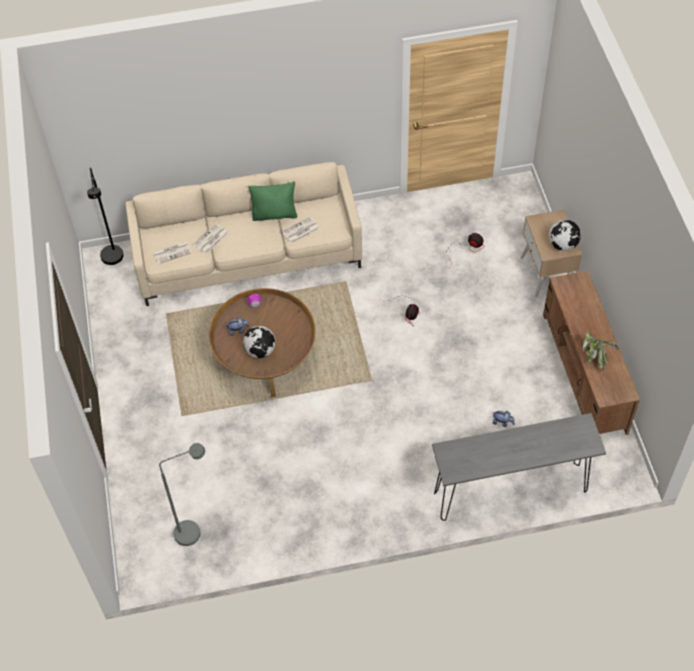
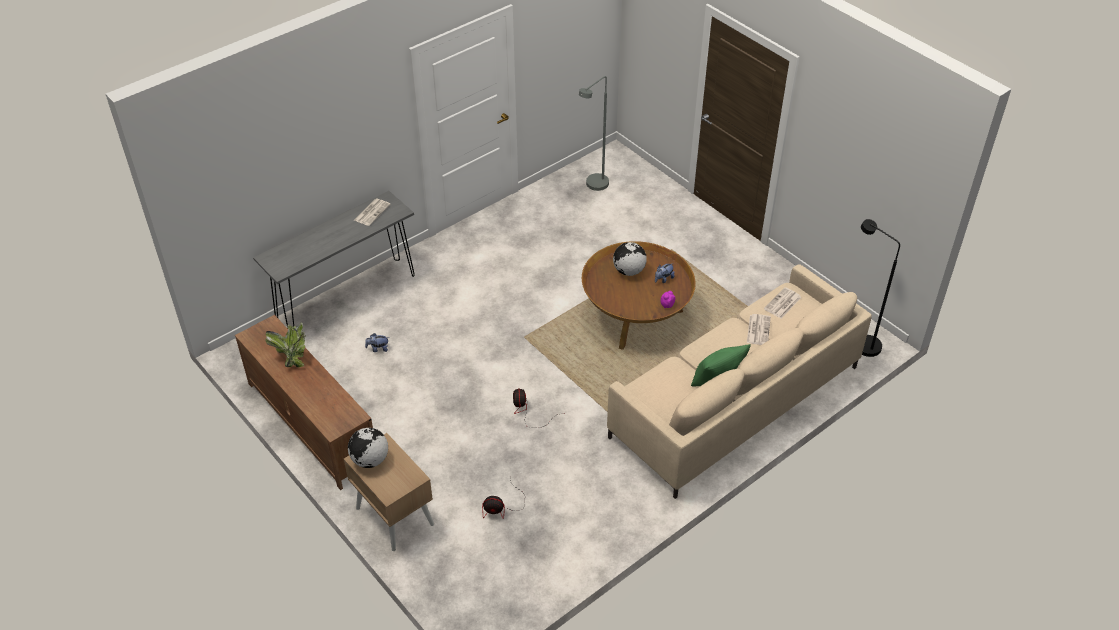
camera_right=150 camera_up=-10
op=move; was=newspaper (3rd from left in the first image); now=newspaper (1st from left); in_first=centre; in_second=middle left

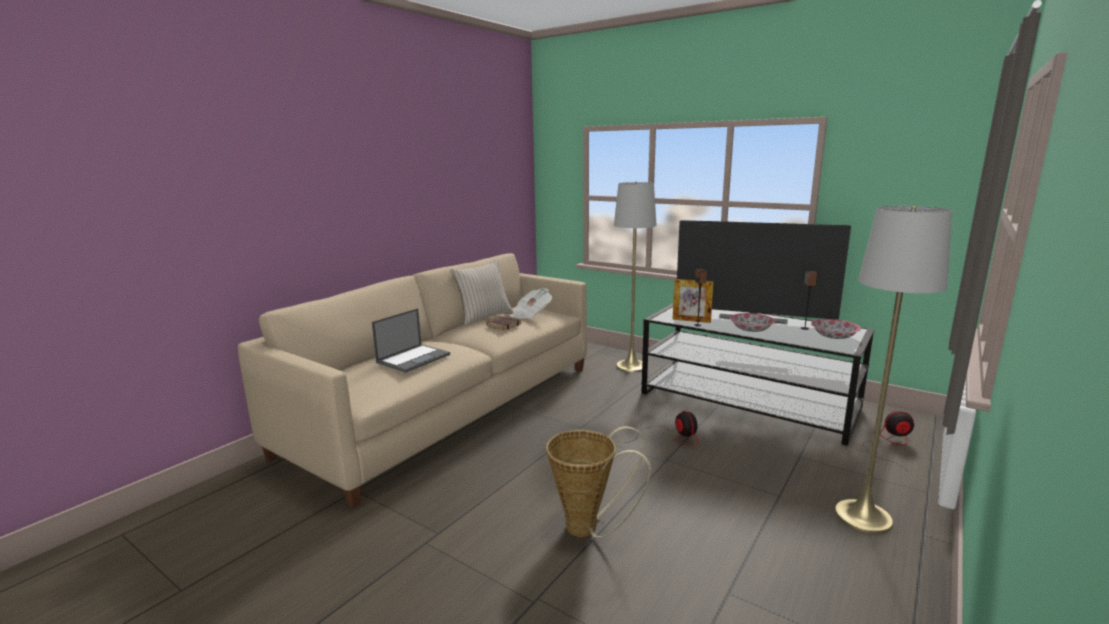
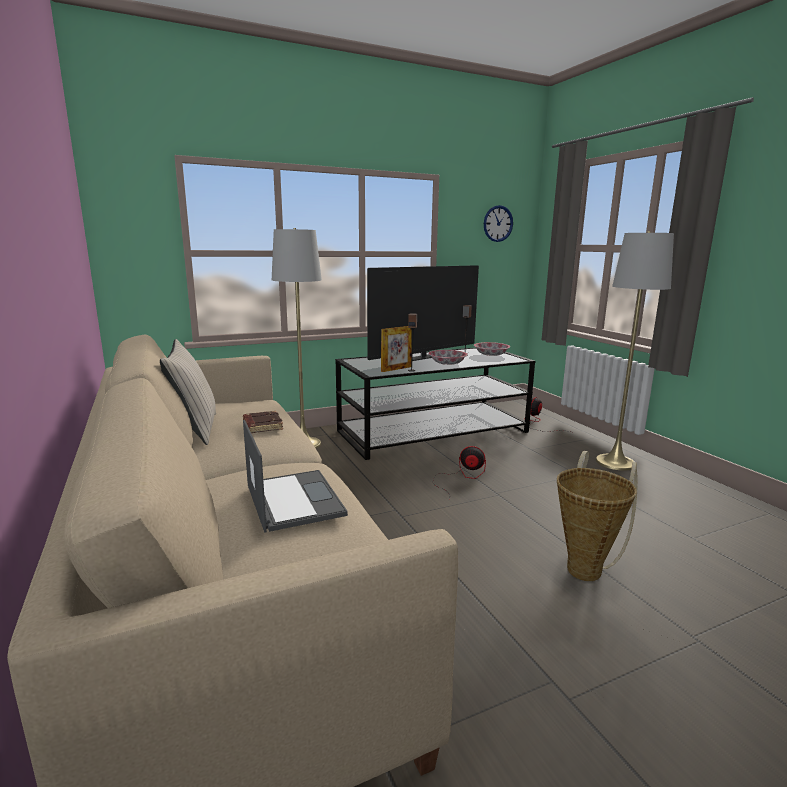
camera_right=-60 camera_up=0
op=delete; was=newspaper; in_first=centre
op=insert; now=wall clock; in_second=top centre

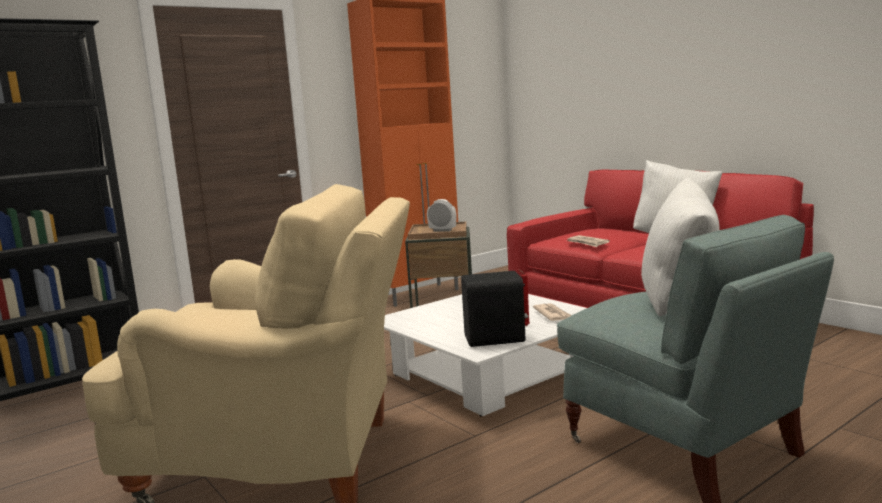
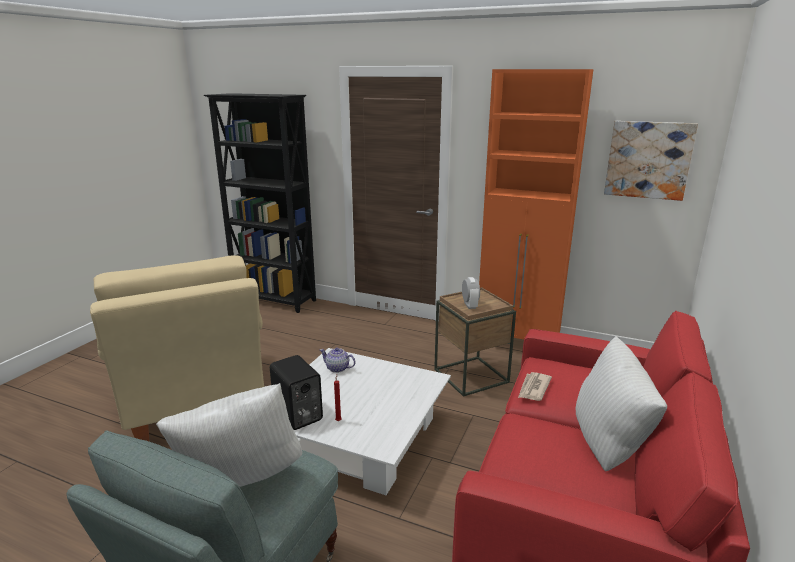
camera_right=60 camera_up=10
op=delete; was=newspaper (1st from left); in_first=centre
op=insert; now=teapot; in_second=centre
op=insert; now=picture; in_second=top right

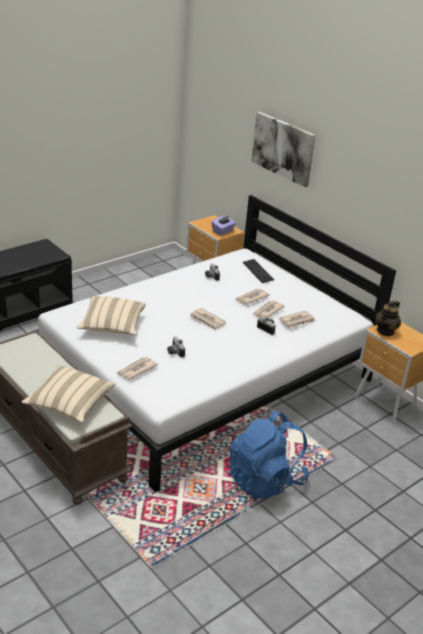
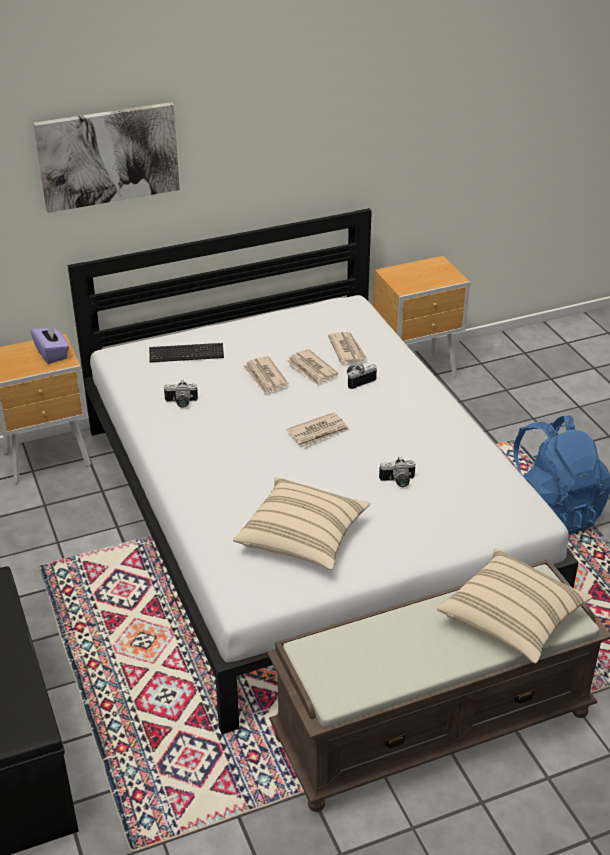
camera_right=-70 camera_up=5
op=delete; was=newspaper (1st from left); in_first=middle left
op=delete; was=teapot; in_first=middle right

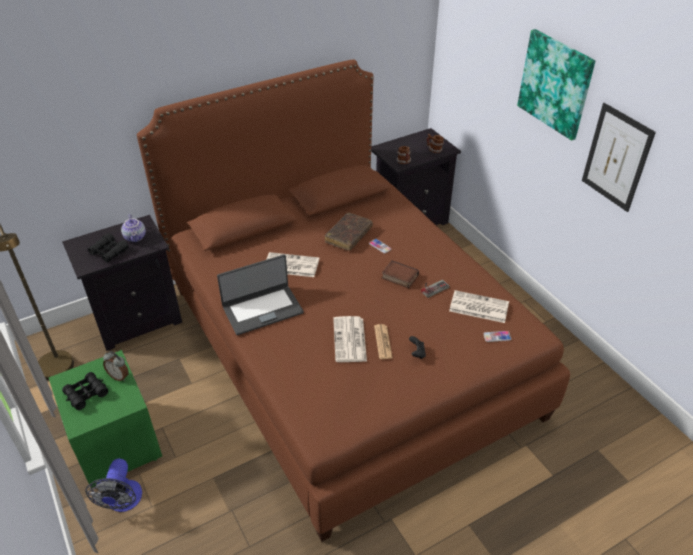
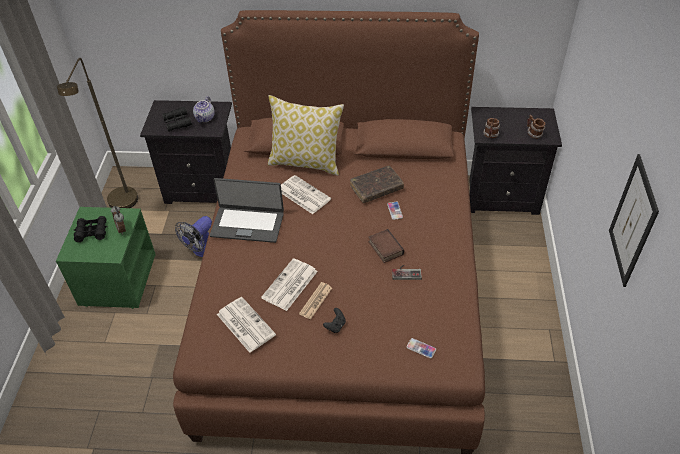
camera_right=35 camera_up=5
op=delete; was=picture (1st from left); in_first=top right
op=insert; now=pillow; in_second=top centre
op=move; was=fan; in_first=bottom left; in_second=middle left
op=move; was=newspaper (4th from left in the first image); now=newspaper (1st from left); in_first=middle right; in_second=bottom centre

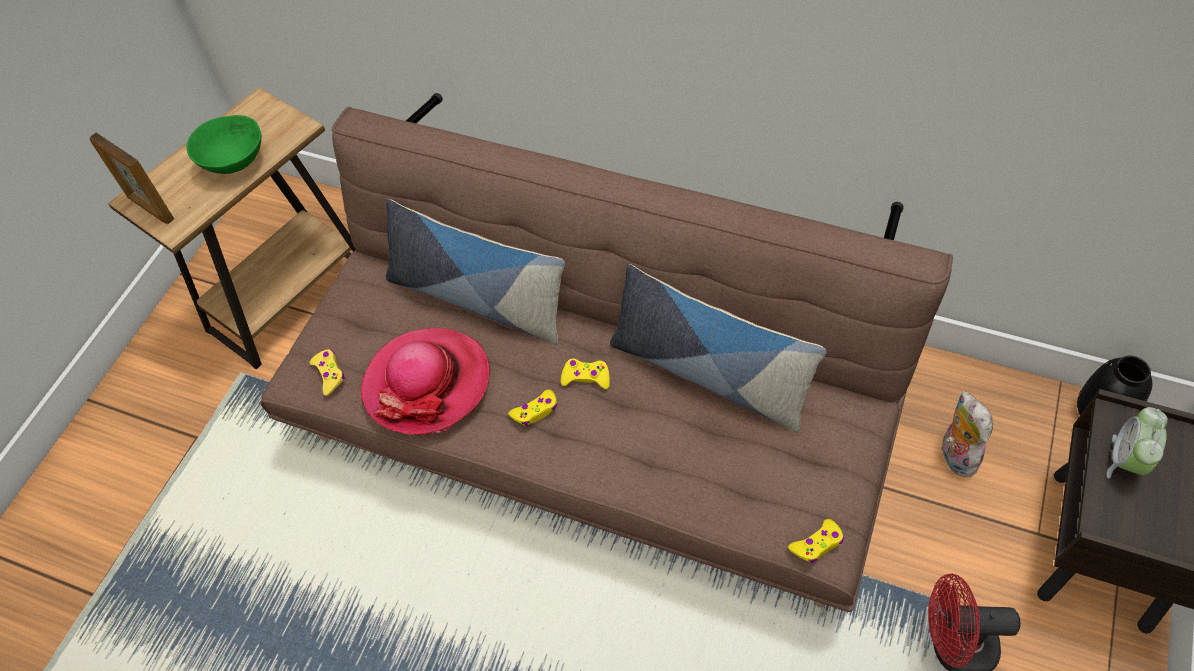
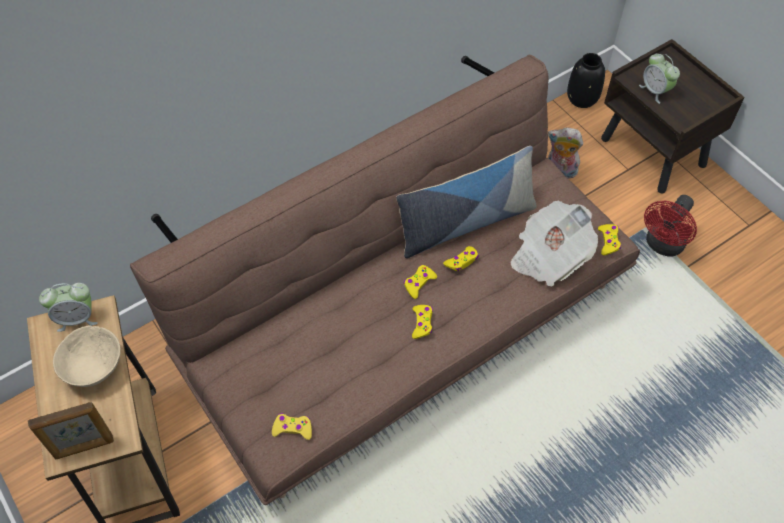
camera_right=-60 camera_up=0
op=delete; was=hat; in_first=centre
op=delete; was=pillow (1st from left); in_first=centre
op=insert; now=alarm clock (1st from left); in_second=middle left
op=insert; now=yellow game controller (4th from left); in_second=centre
op=insert; now=newspaper; in_second=middle right
op=recolor; was=green bowl; now=beige bowl; in_first=top left; in_second=bottom left

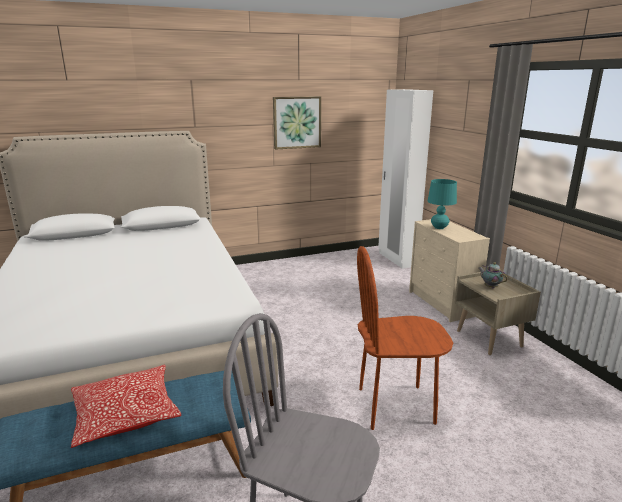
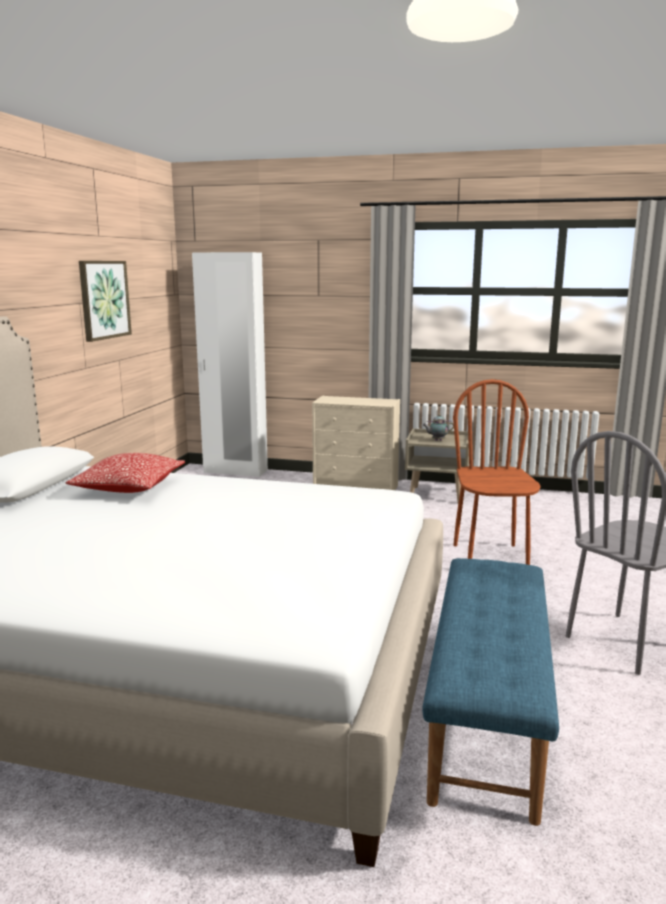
camera_right=-55 camera_up=-5
op=delete; was=turquoise table lamp; in_first=middle right
op=move; was=pillow; in_first=bottom left; in_second=middle left
op=rotate; was=brown chair; in_first=bottom centre; in_second=middle right; clockwise=150

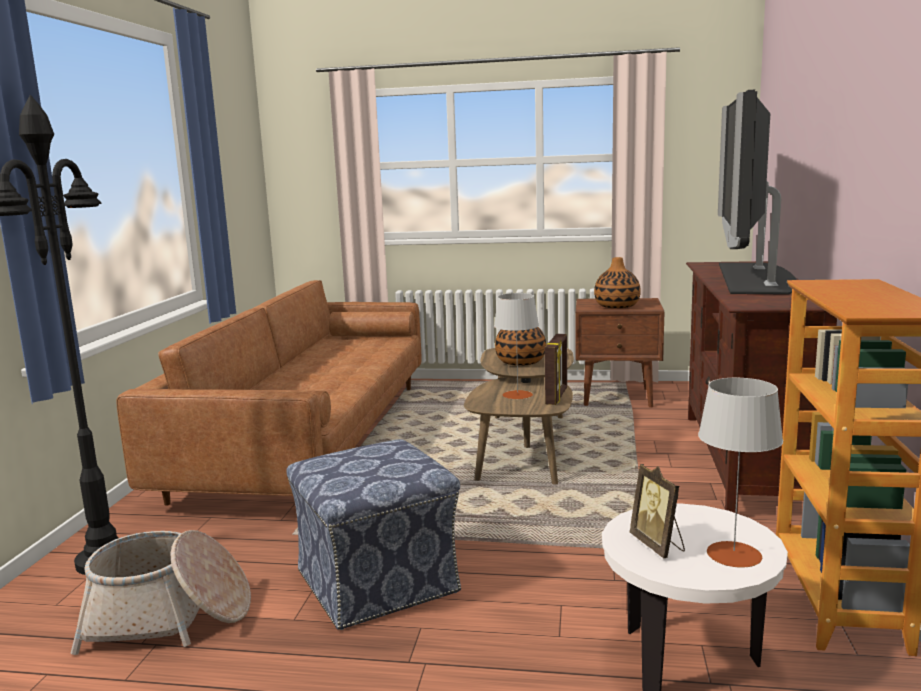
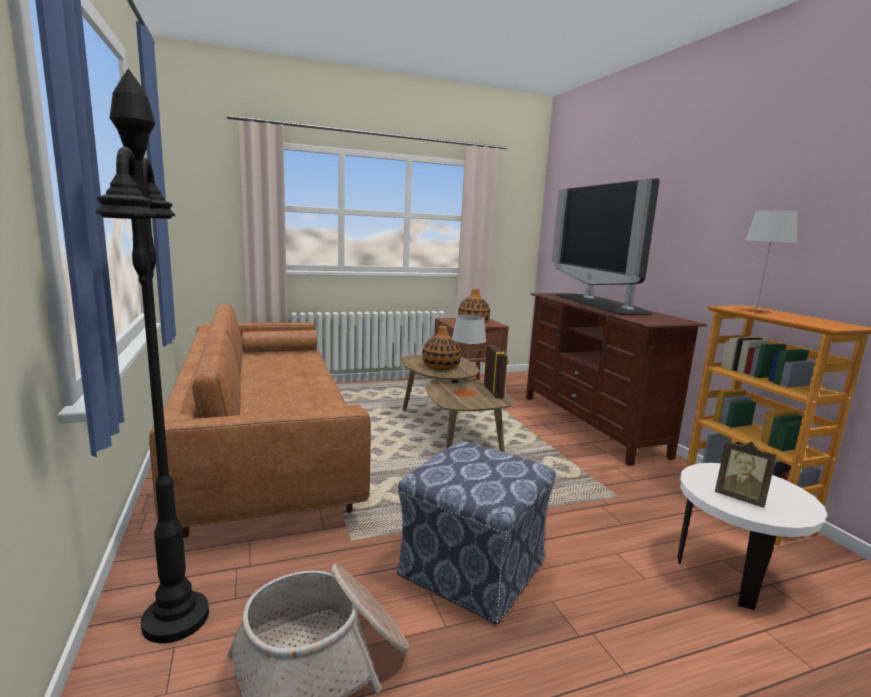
camera_right=-30 camera_up=0
op=move; was=grey table lamp (2nd from left); in_first=bottom right; in_second=middle right

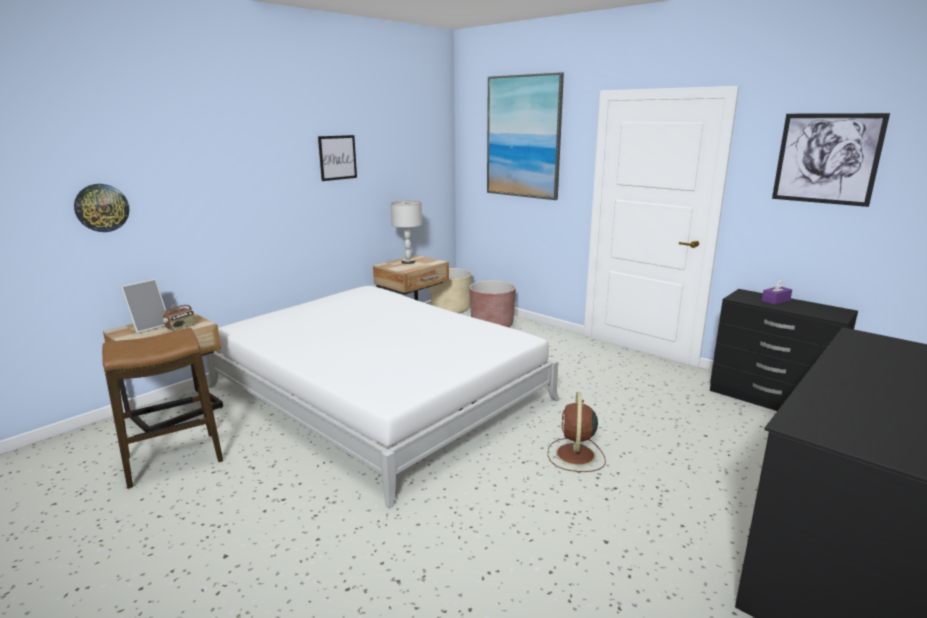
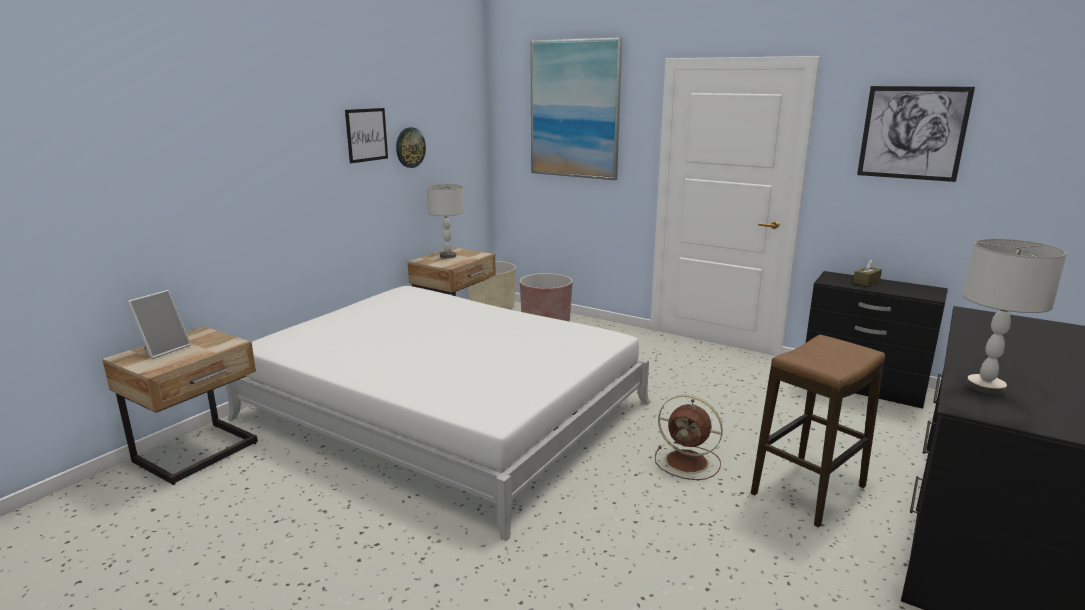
camera_right=-10 camera_up=0
op=delete; was=radio; in_first=middle left
op=insert; now=grey table lamp (2nd from left); in_second=middle right
op=move; was=wall clock; in_first=middle left; in_second=top centre
op=move; was=stool; in_first=middle left; in_second=bottom right
op=recolor; was=purple tissue box; now=brown tissue box; in_first=middle right; in_second=middle right
op=rotate; was=brown fan; in_first=bottom centre; in_second=bottom centre; clockwise=-60

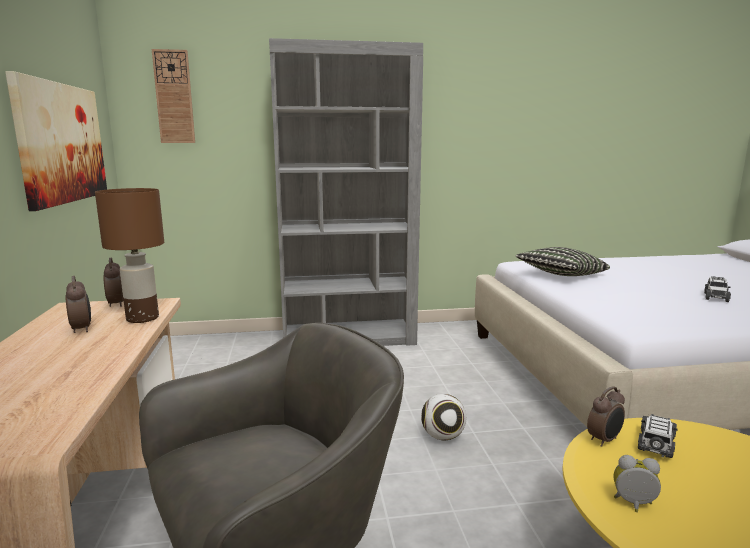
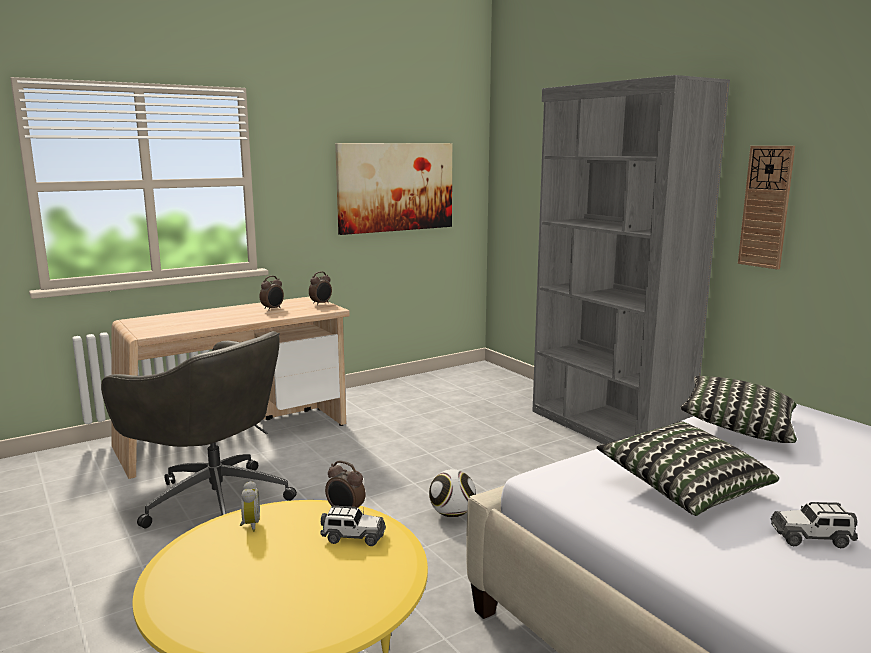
camera_right=65 camera_up=0
op=delete; was=brown table lamp; in_first=middle left
op=insert; now=pillow (1st from left); in_second=bottom right
op=move; was=wall clock; in_first=top left; in_second=top right

